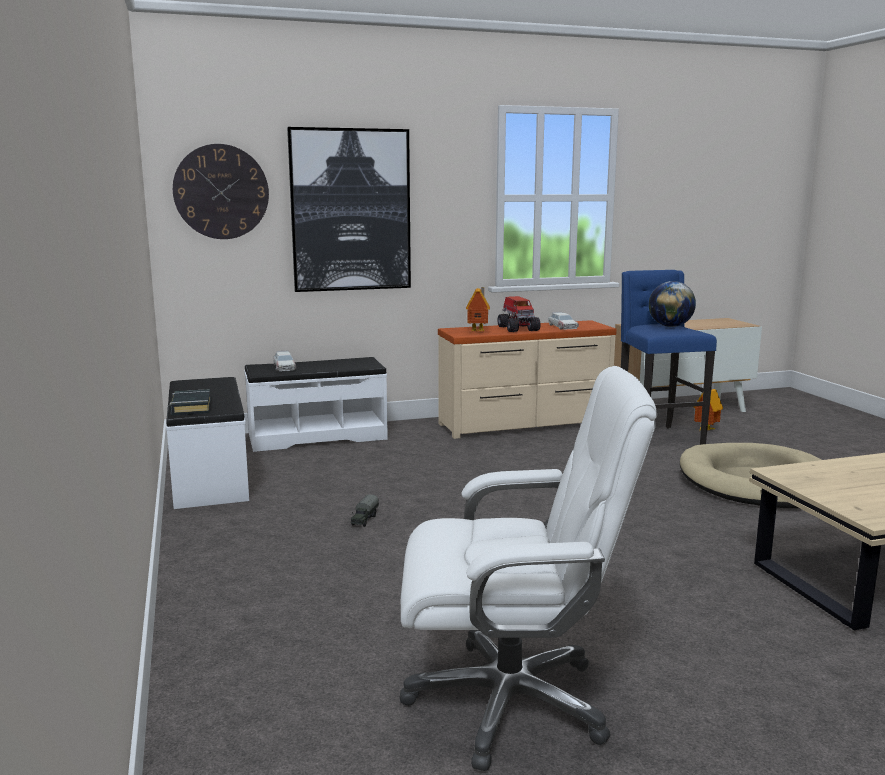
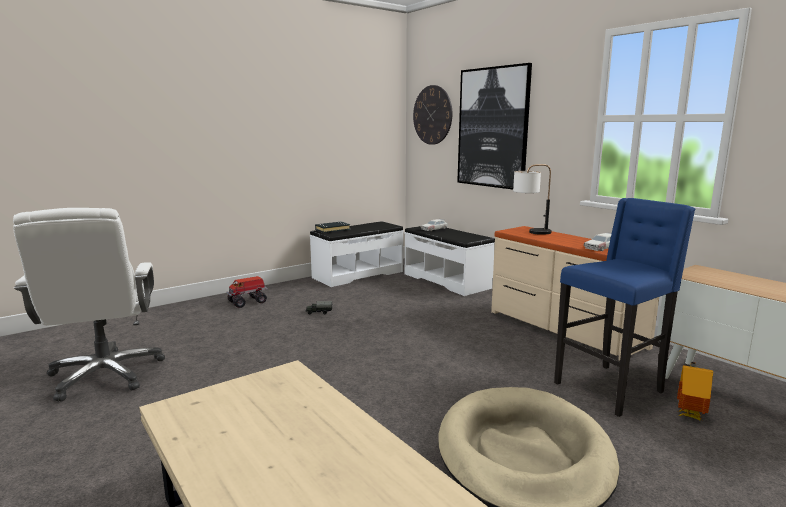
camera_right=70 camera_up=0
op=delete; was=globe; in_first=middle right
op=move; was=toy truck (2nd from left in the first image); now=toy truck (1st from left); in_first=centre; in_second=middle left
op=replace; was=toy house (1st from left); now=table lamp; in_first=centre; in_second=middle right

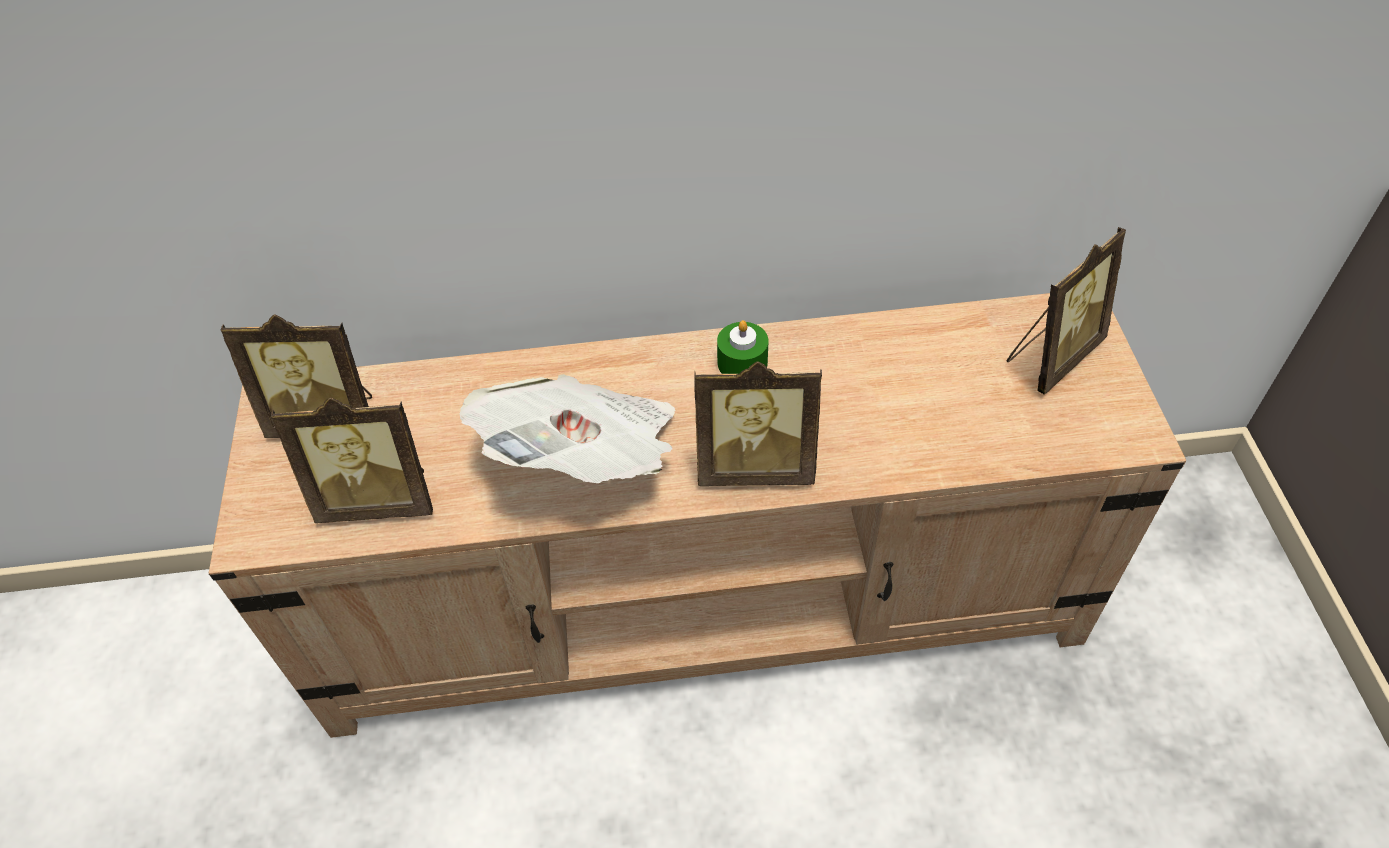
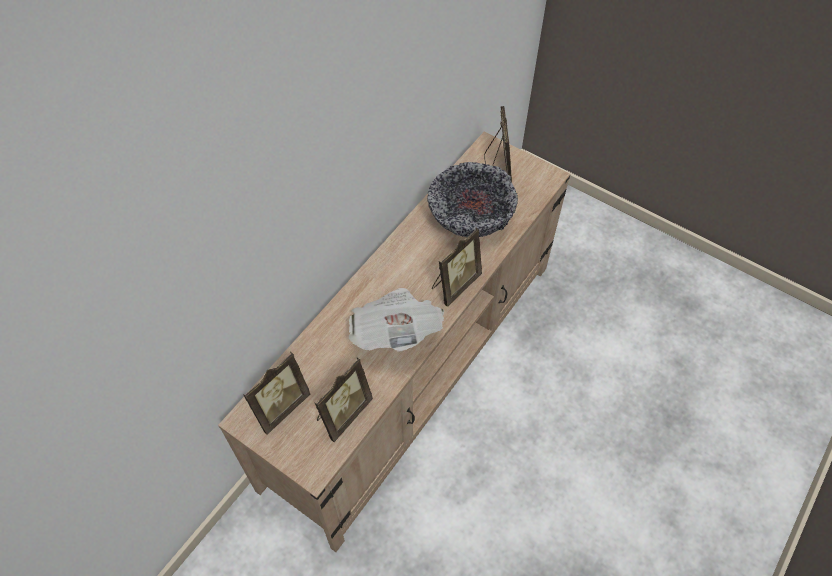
camera_right=-50 camera_up=5
op=delete; was=green candle; in_first=centre
op=insert; now=bowl; in_second=centre

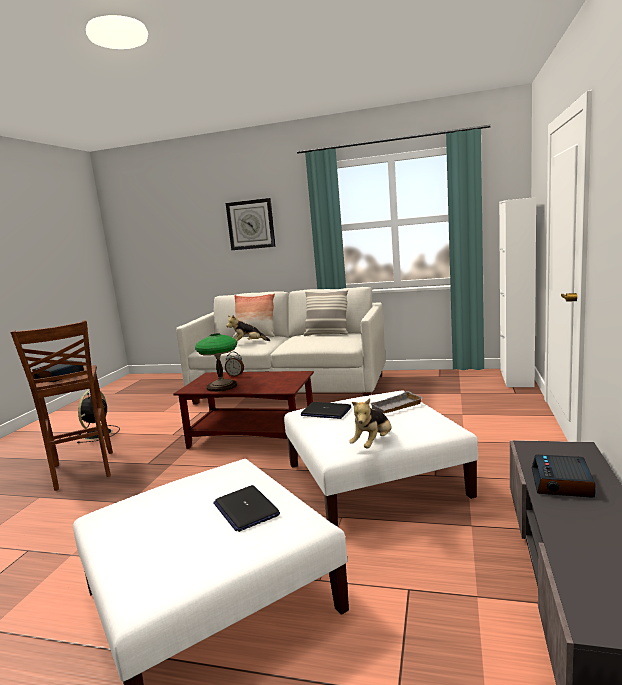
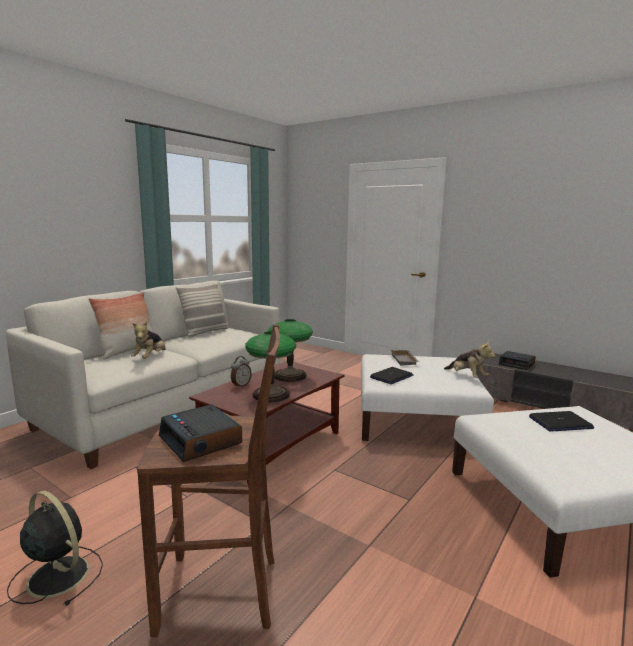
camera_right=-70 camera_up=0
op=delete; was=wall clock; in_first=top centre
op=delete; was=white cabinet; in_first=middle right
op=insert; now=table lamp (2nd from left); in_second=centre

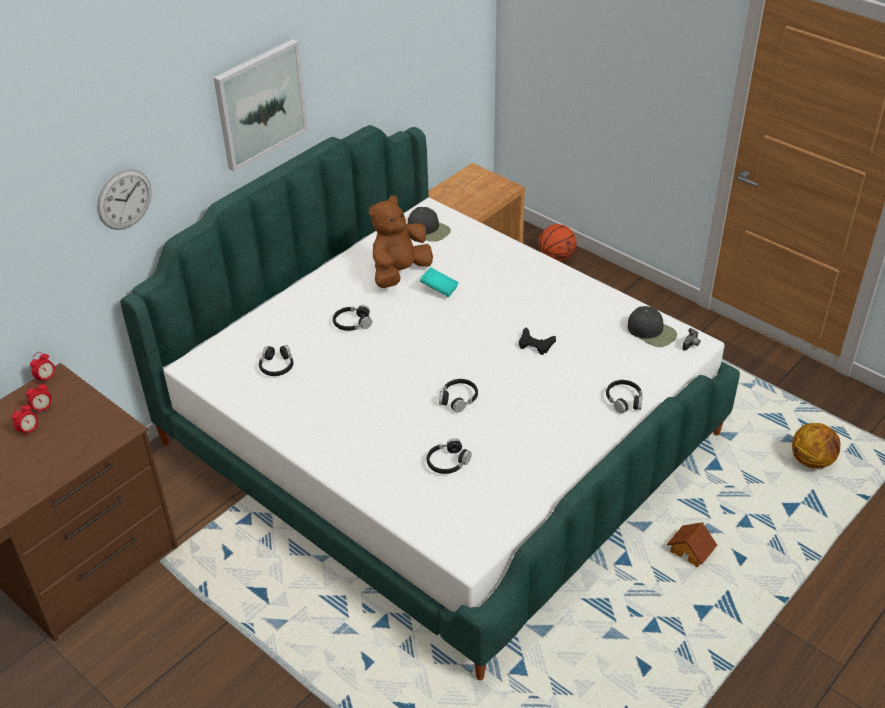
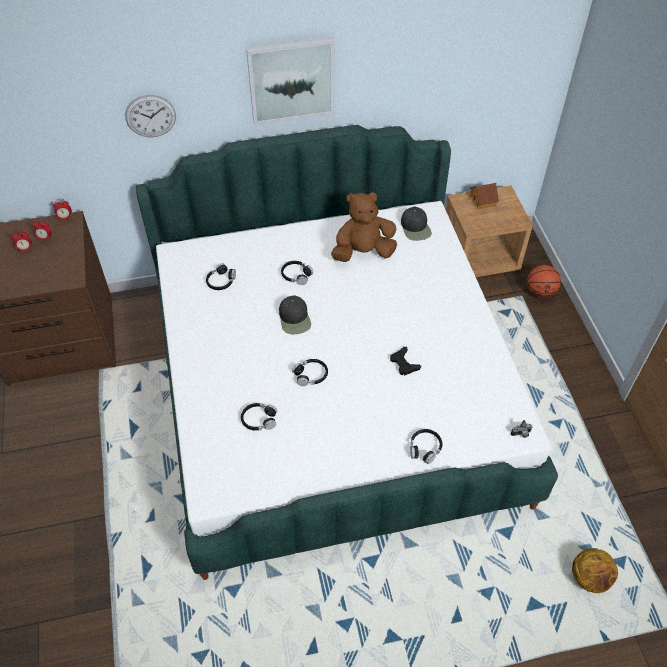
camera_right=35 camera_up=10
op=delete; was=turquoise book; in_first=centre
op=move; was=black cap (2nd from left in the first image); now=black cap (1st from left); in_first=middle right; in_second=centre
op=move; was=toy house; in_first=bottom right; in_second=top right

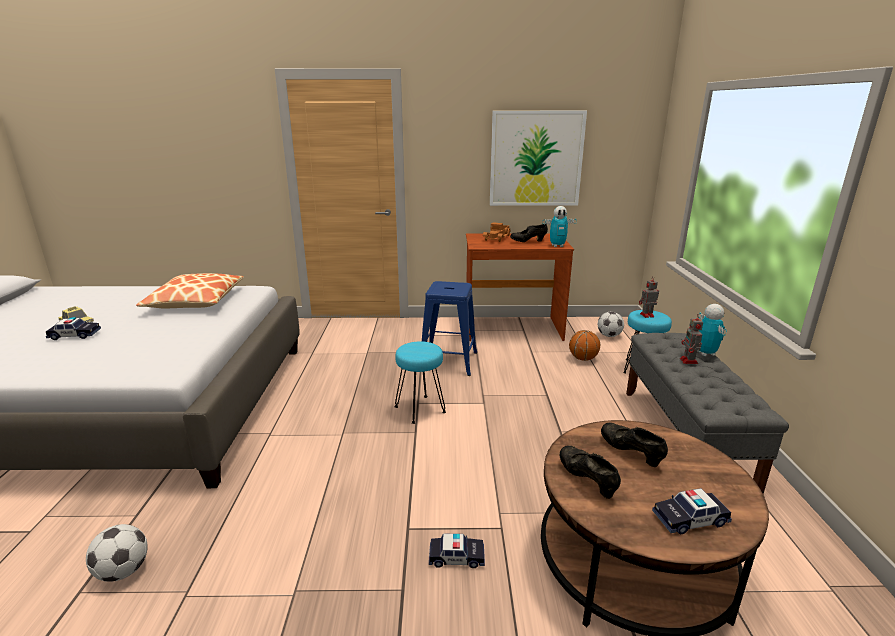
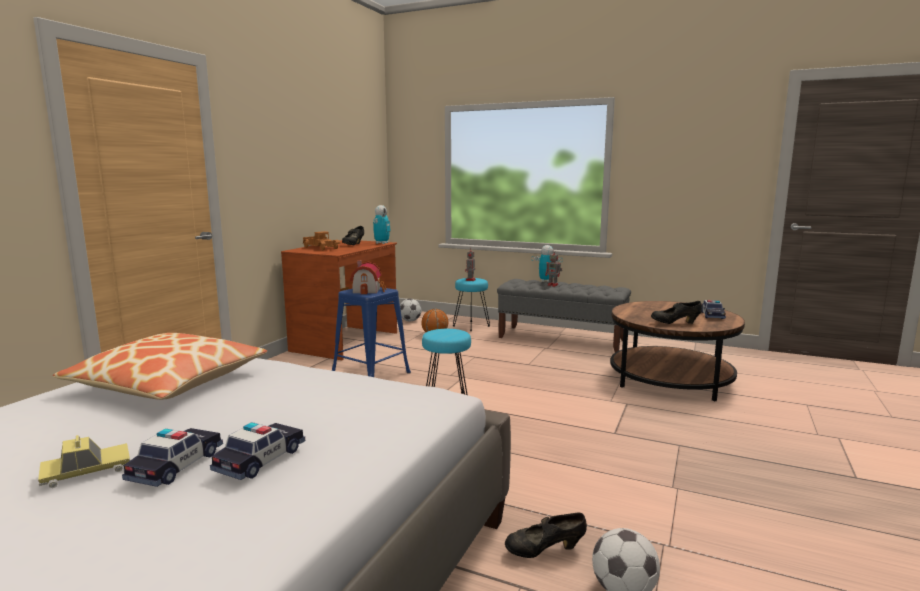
camera_right=-65 camera_up=-10
op=delete; was=picture; in_first=top centre
op=insert; now=toy house; in_second=centre
op=move; was=toy car (3rd from left); in_first=bottom centre; in_second=bottom left
op=move; was=black shoe (3rd from left in the first image); now=black shoe (2nd from left); in_first=bottom right; in_second=bottom centre

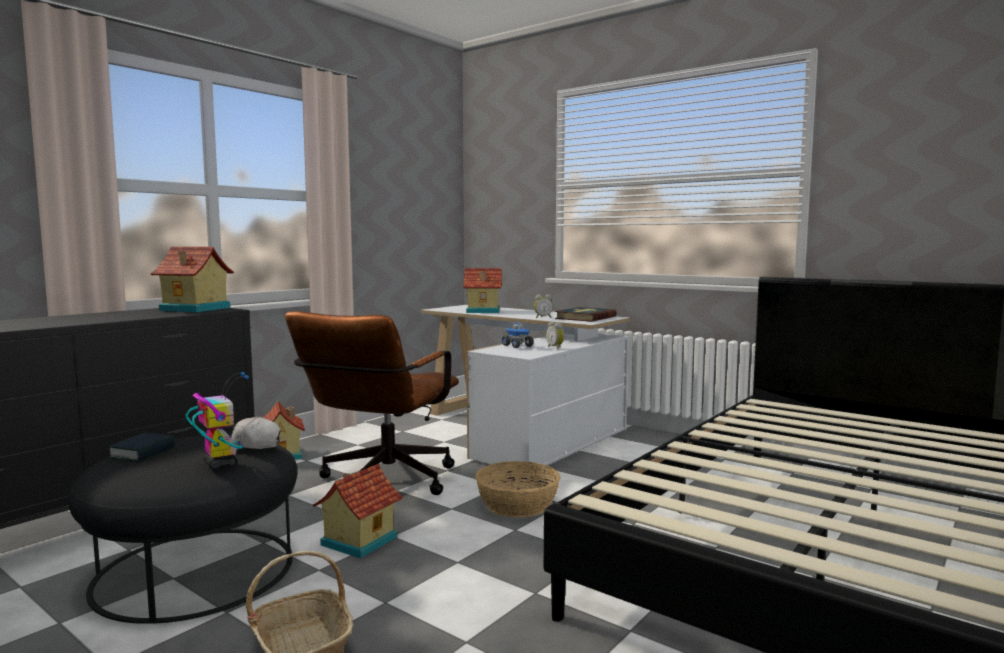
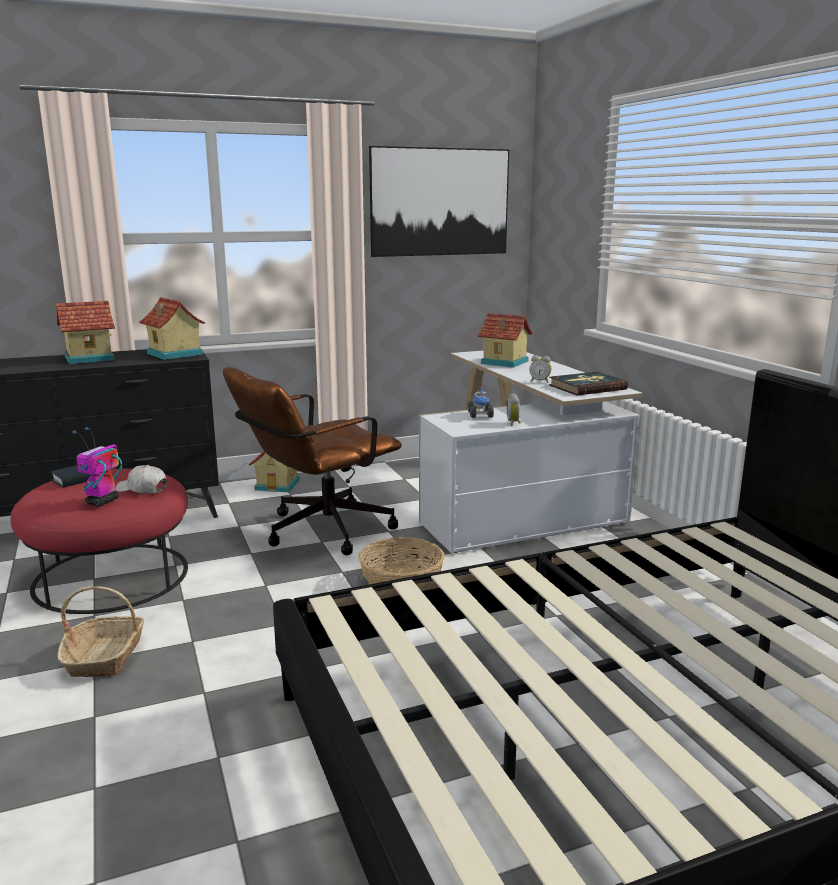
camera_right=30 camera_up=10
op=insert; now=picture; in_second=top centre
op=move; was=toy house (3rd from left in the first image); now=toy house (1st from left); in_first=bottom centre; in_second=middle left
op=recolor; was=black ottoman; now=red ottoman; in_first=bottom left; in_second=middle left
op=rotate; was=toy robot; in_first=middle left; in_second=middle left; clockwise=-150

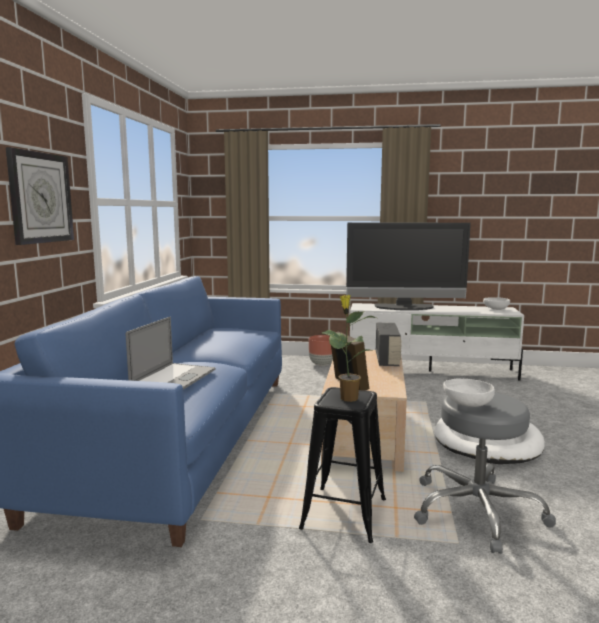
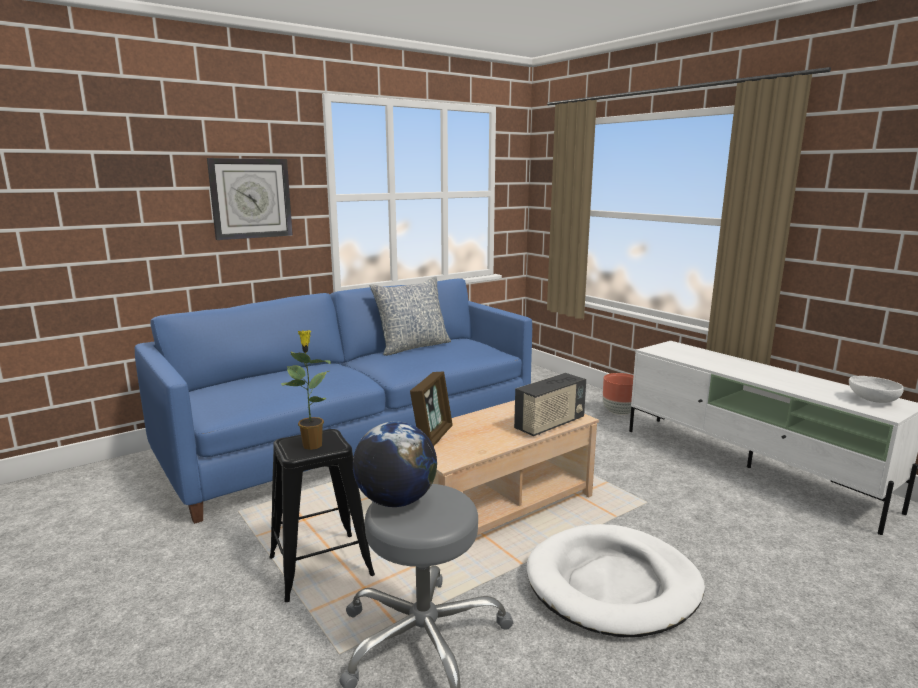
camera_right=45 camera_up=5
op=delete; was=laptop; in_first=middle left
op=delete; was=television; in_first=middle right
op=insert; now=pillow; in_second=centre
op=replace; was=white bowl (1st from left); now=globe; in_first=middle right; in_second=bottom centre

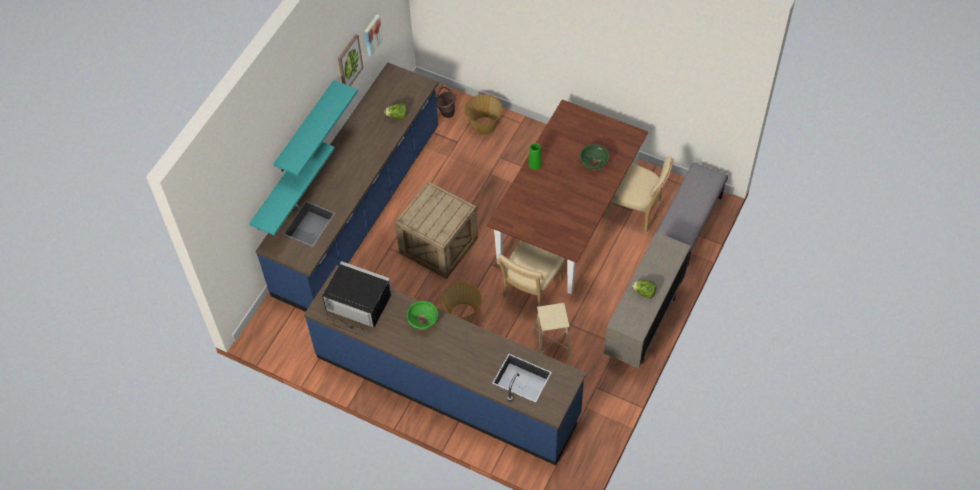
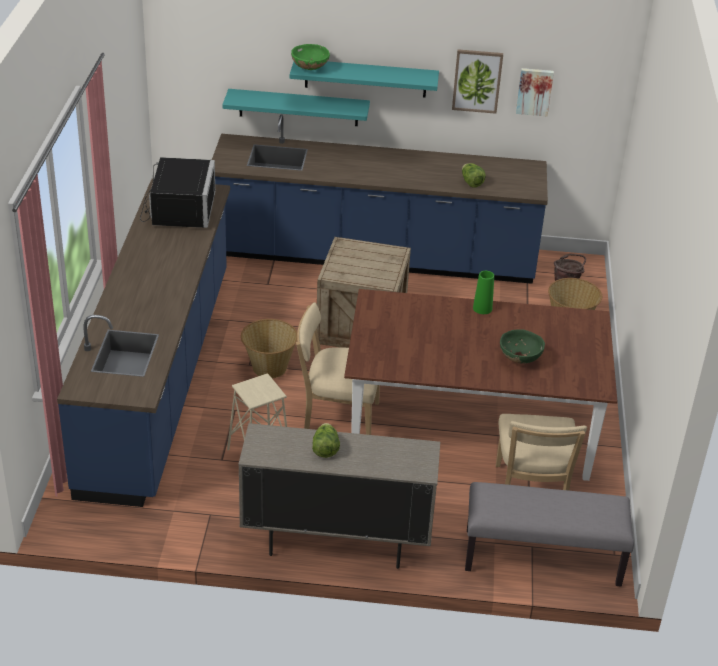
camera_right=65 camera_up=-20
op=move; was=green bowl (1st from left); in_first=centre; in_second=top centre

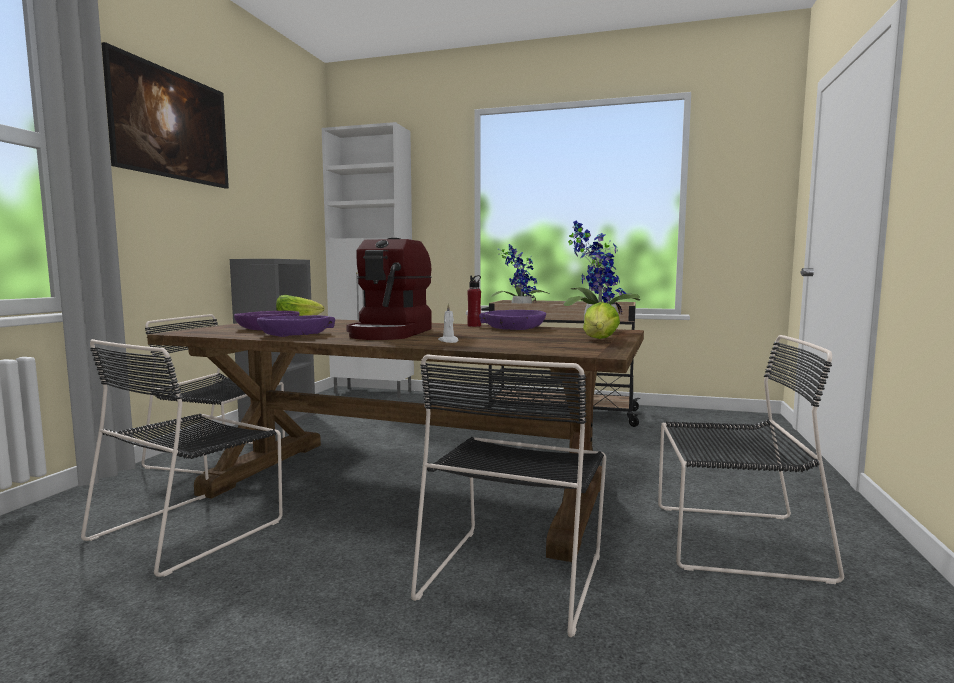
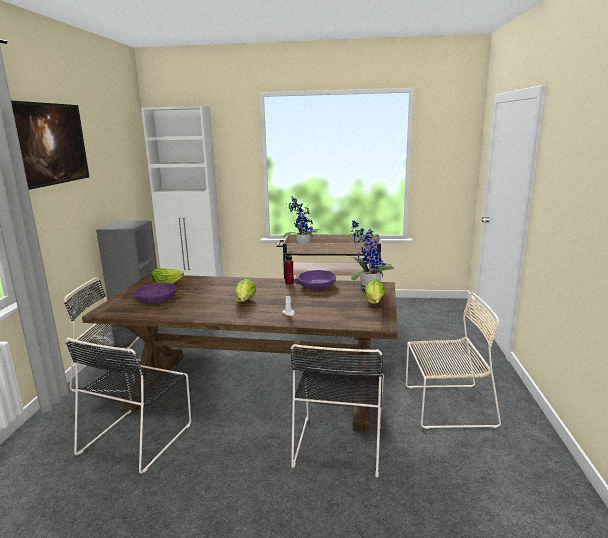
camera_right=-10 camera_up=10
op=delete; was=purple bowl (2nd from left); in_first=middle left
op=replace; was=coffee machine; now=lettuce (2nd from left); in_first=centre; in_second=centre
op=recolor; was=black chair (4th from left); now=beige chair; in_first=bottom right; in_second=bottom right

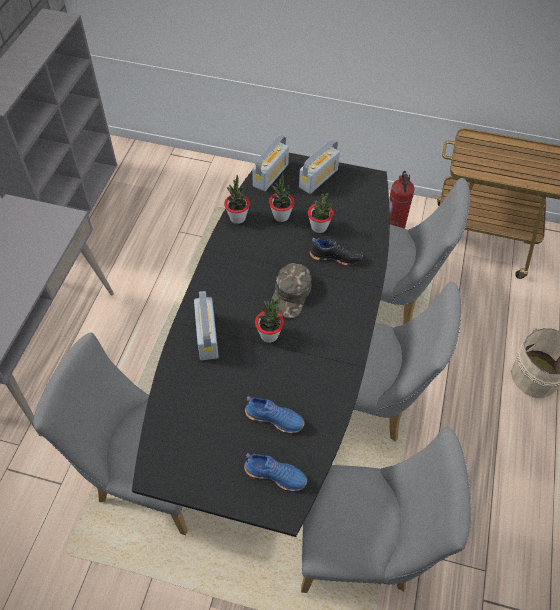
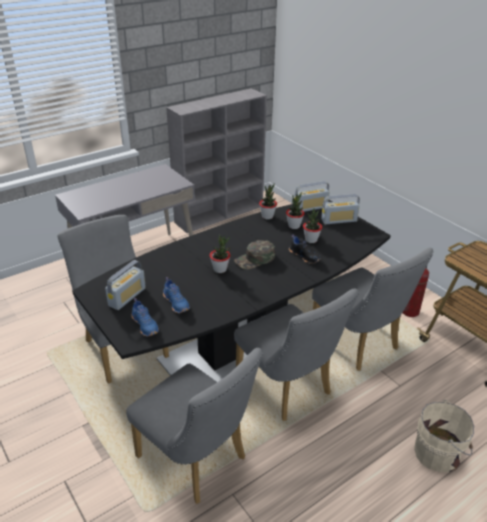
camera_right=40 camera_up=-20
op=move; was=radio (1st from left); in_first=centre; in_second=middle left

